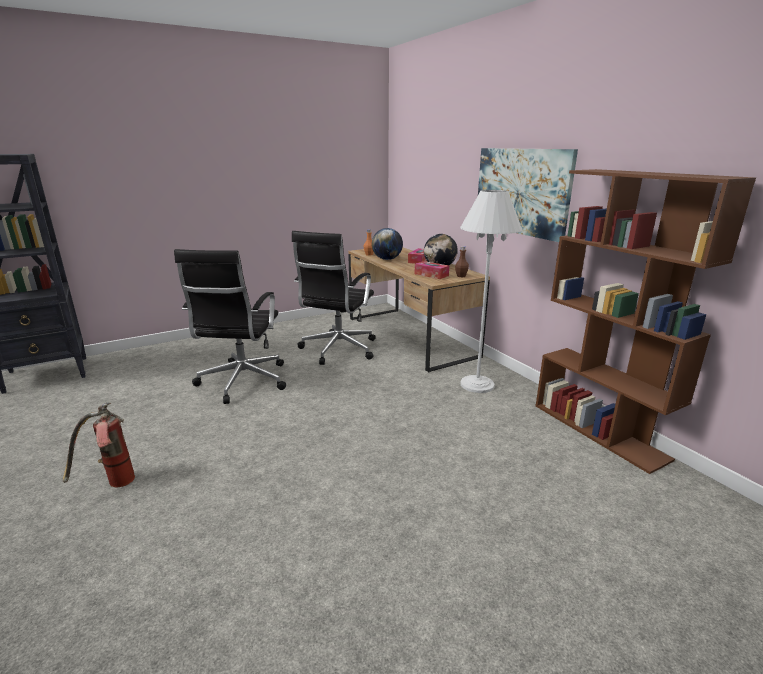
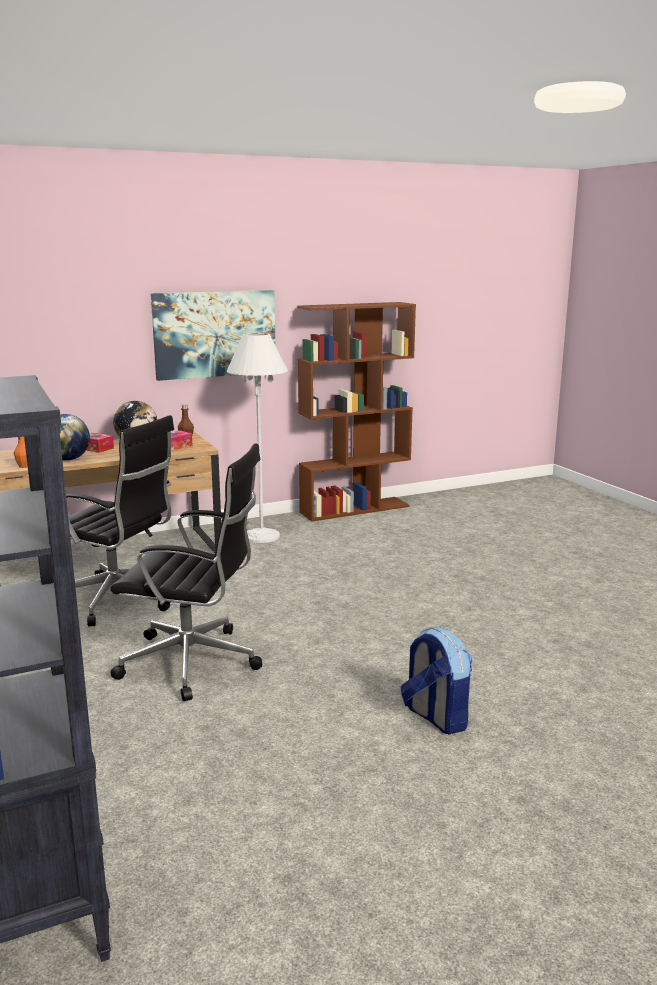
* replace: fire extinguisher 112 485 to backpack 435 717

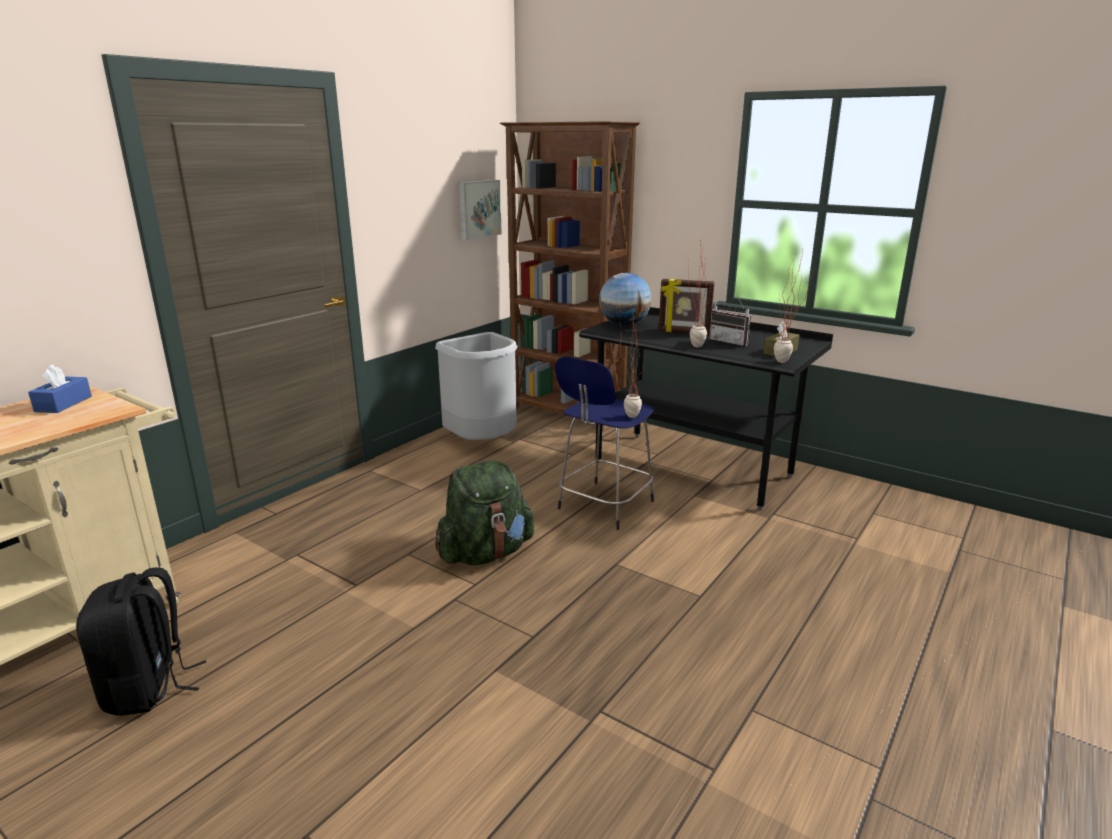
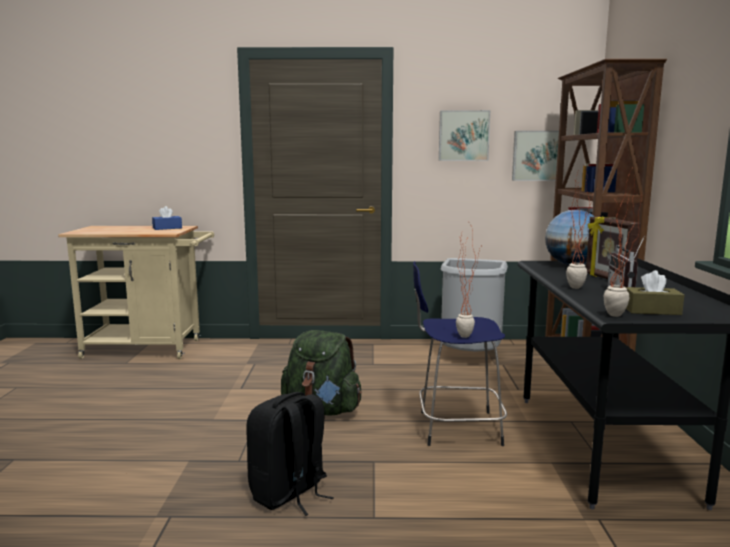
* insert: picture 463 136
* move: backpack in black 148 688 to 289 493

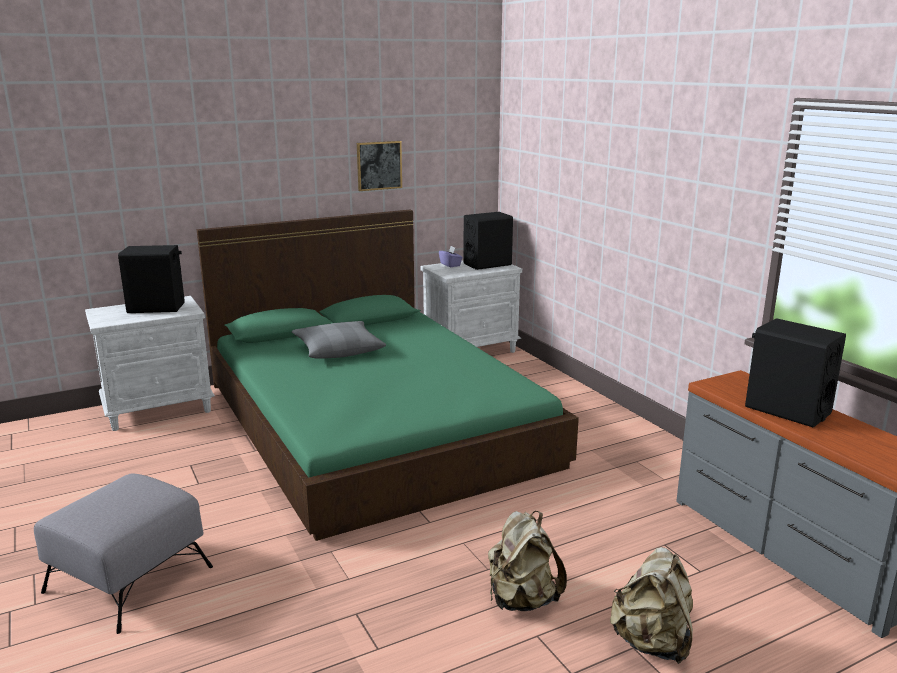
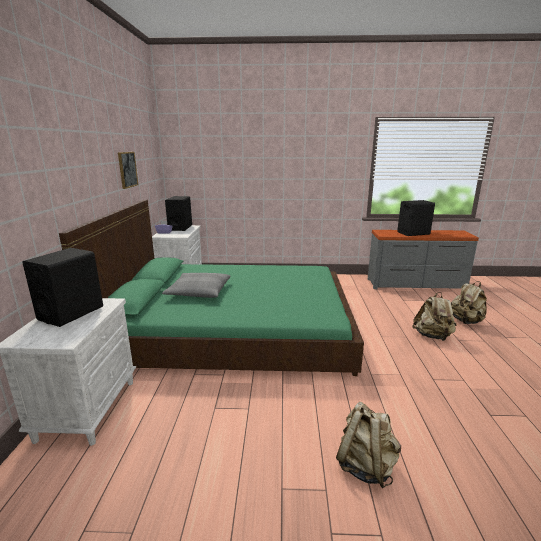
* replace: ottoman in grey 130 579 to backpack in beige 365 465

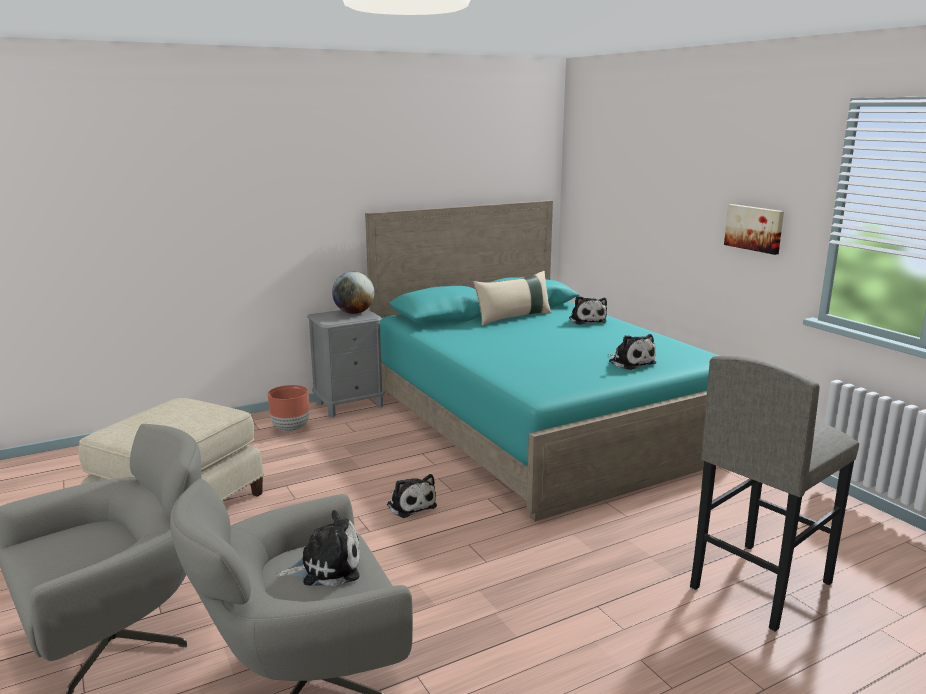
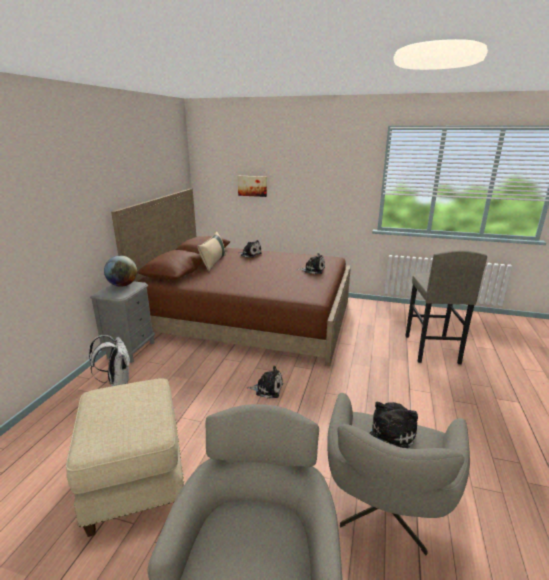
* move: picture 754 228 to 252 186
* replace: planter in brown 290 428 to backpack in white 117 381
* recolor: bed in turquoise 539 421 to bed in brown 249 316

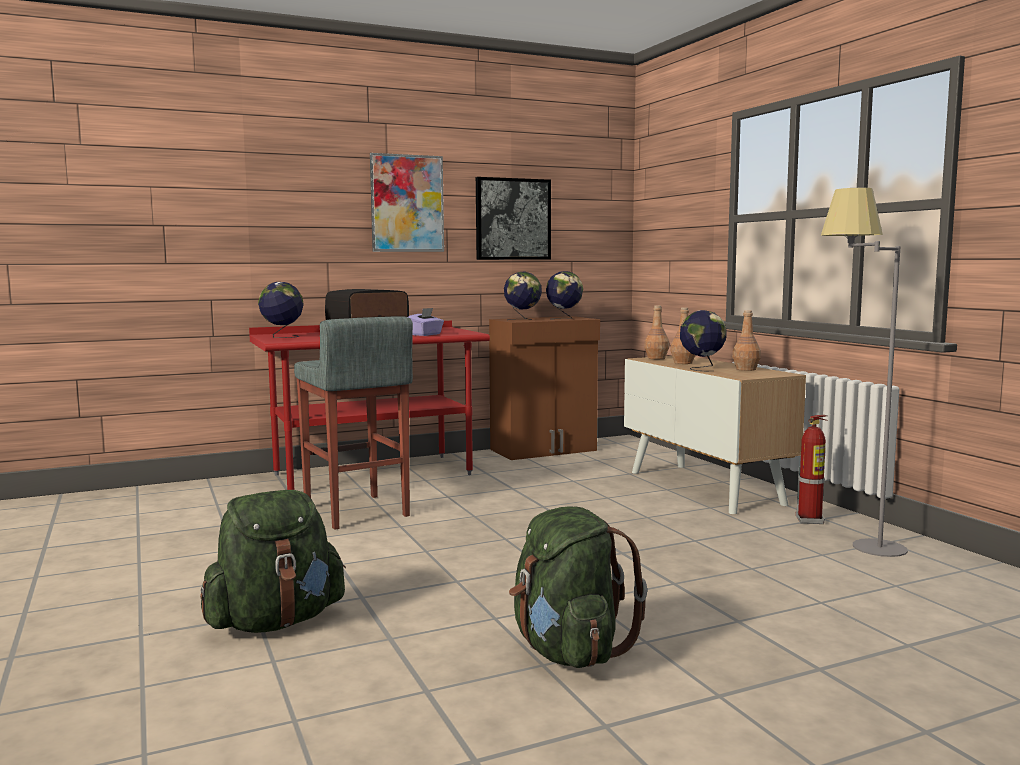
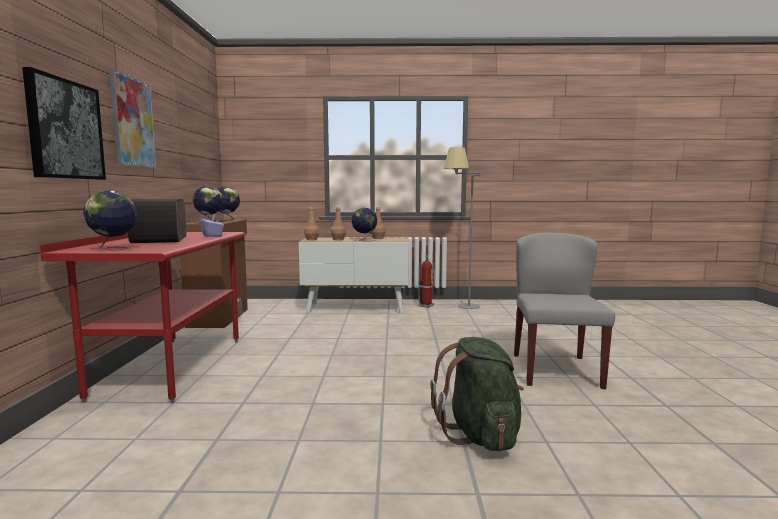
* delete: stool in grey 355 512
* move: picture 512 219 to 65 129
* replace: backpack in green 568 651 to chair in grey 555 370

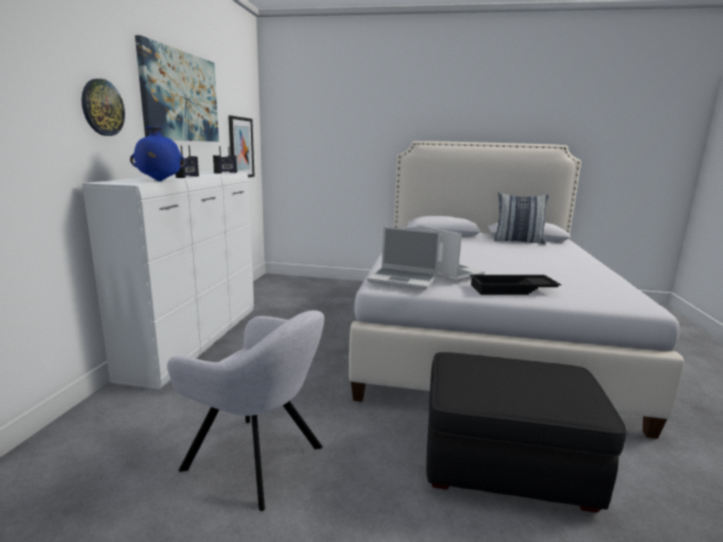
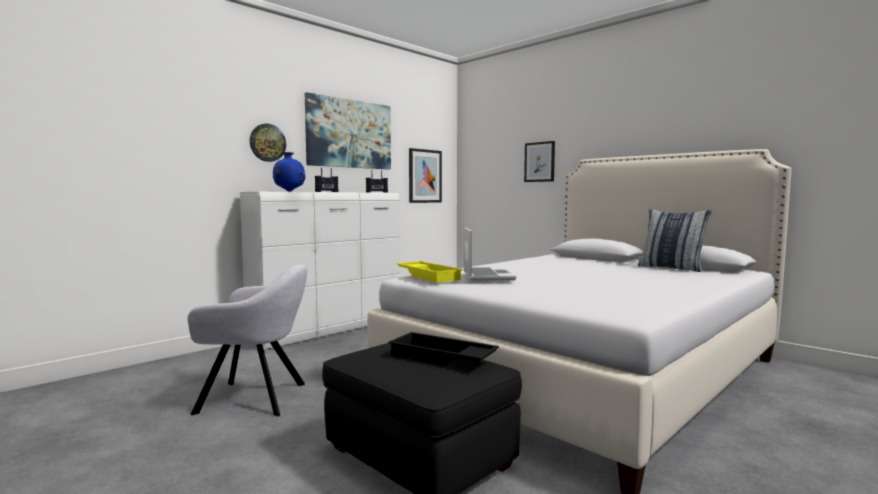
* insert: picture 539 162
* move: tray in black 512 290 to 441 358
* replace: laptop 404 280 to tray in yellow 429 276
* rotate: armchair in grey 258 460 = 257 398 60 degrees counterclockwise

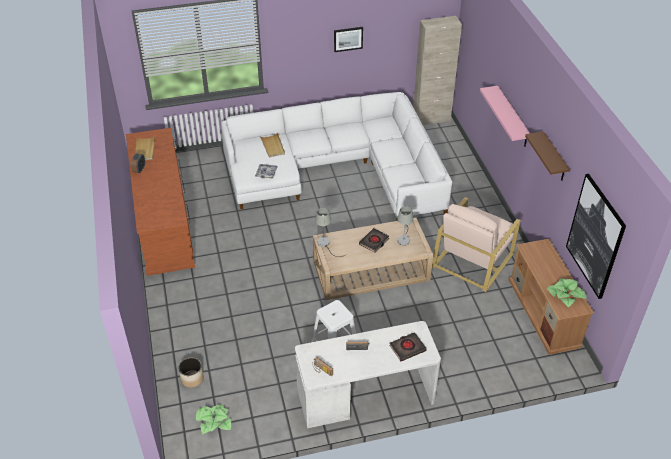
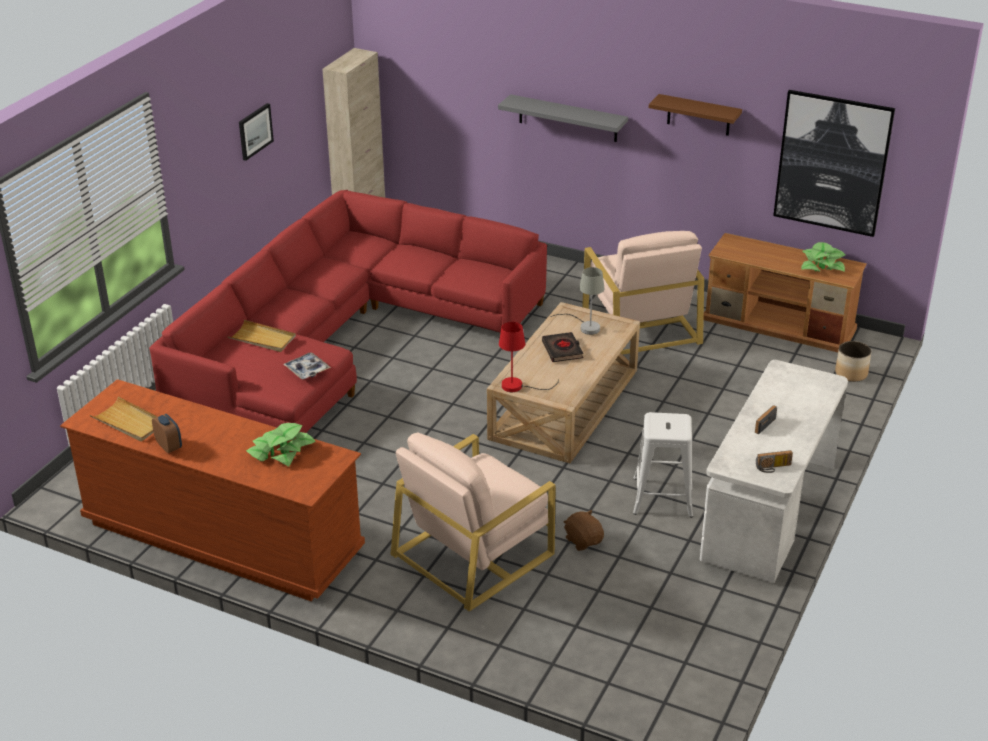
* delete: book in black 407 348
* insert: armchair in beige 474 553
* insert: plush toy in brown 583 541
* move: planter 192 379 to 851 374
* move: potted plant 214 421 to 281 451
* recolor: sofa in white 338 169 to sofa in red 343 338
* recolor: table lamp in grey 325 244 to table lamp in red 518 386
* recolor: shelf in pink 512 117 to shelf in grey 568 118

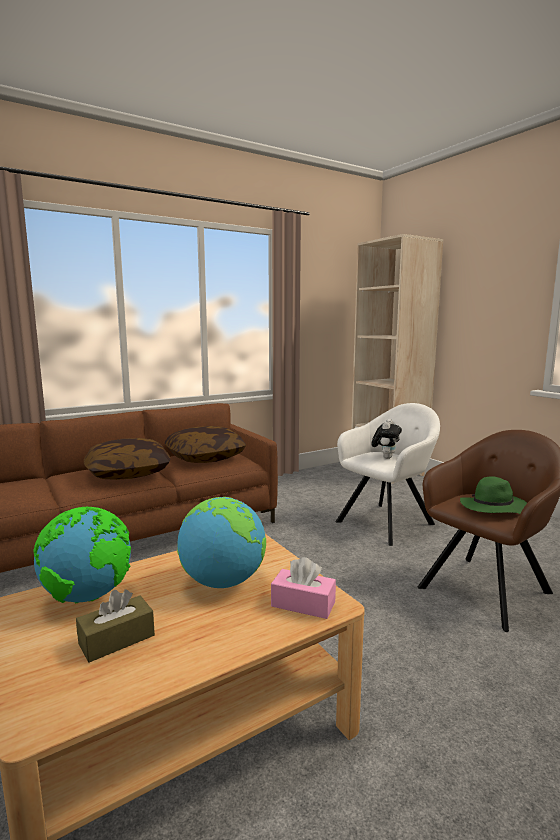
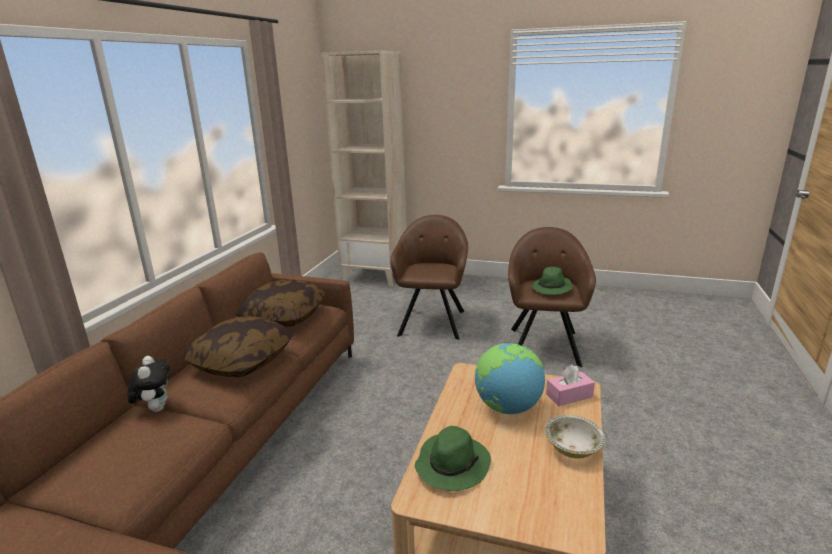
* delete: tissue box in brown 117 639
* insert: bowl 572 449
* move: plush toy 385 457 to 156 408
* replace: globe 89 597 to hat in green 452 464
* recolor: armchair in white 387 521 to armchair in brown 432 321

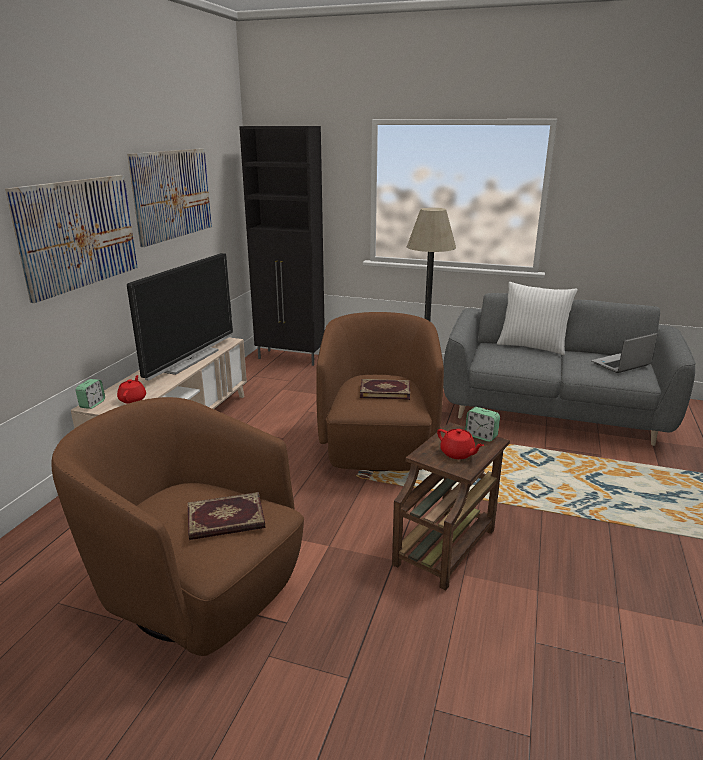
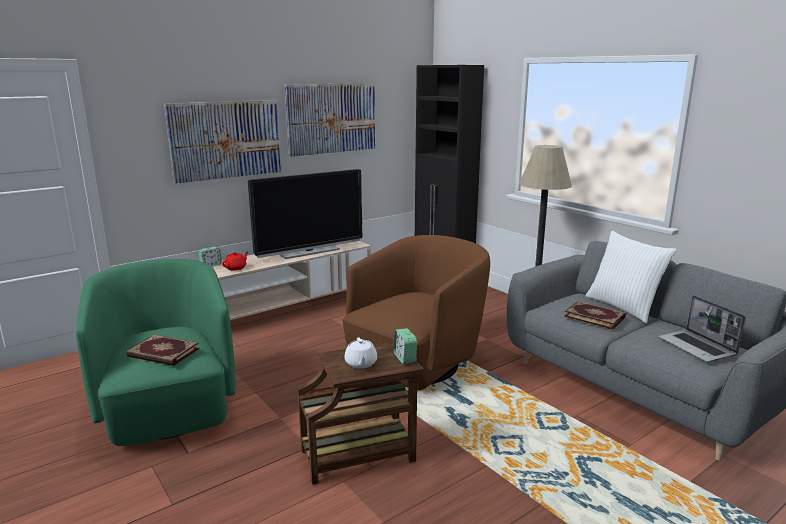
* move: book 385 391 to 594 317
* recolor: armchair in brown 196 590 to armchair in green 169 409
* recolor: teapot in red 457 454 to teapot in white 360 363
* rotate: laptop 620 364 = 697 347 120 degrees counterclockwise

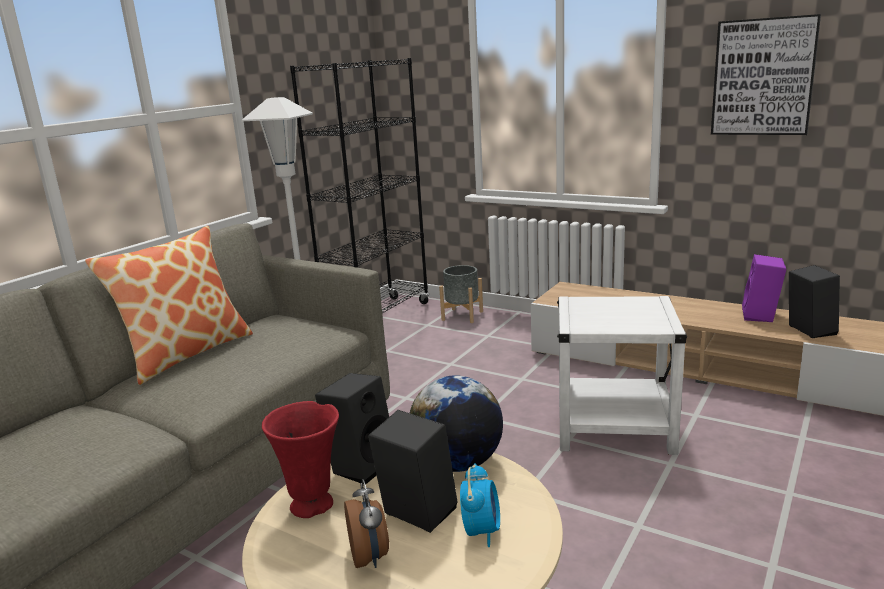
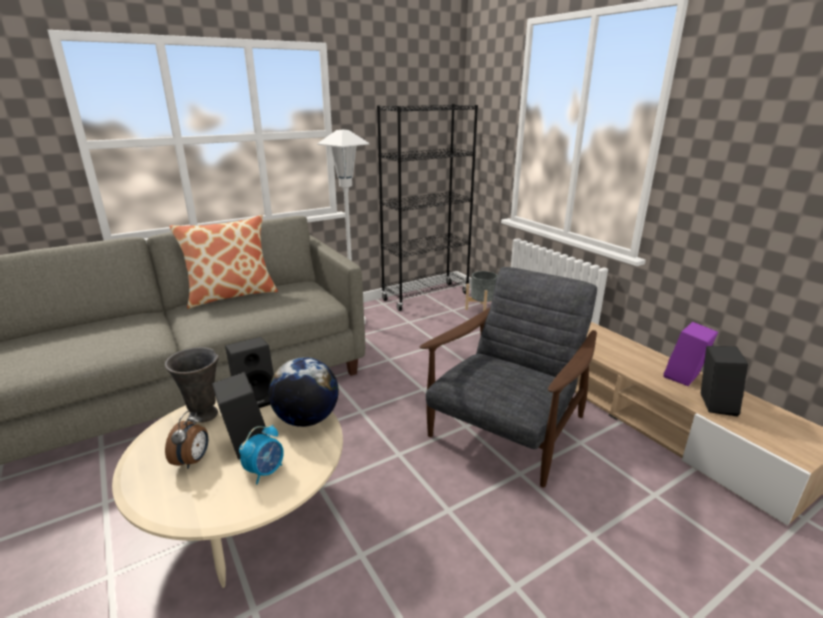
* delete: picture 763 77
* replace: side table in white 615 427 to armchair in grey 506 430
* recolor: vase in red 313 506 to vase in grey 204 415

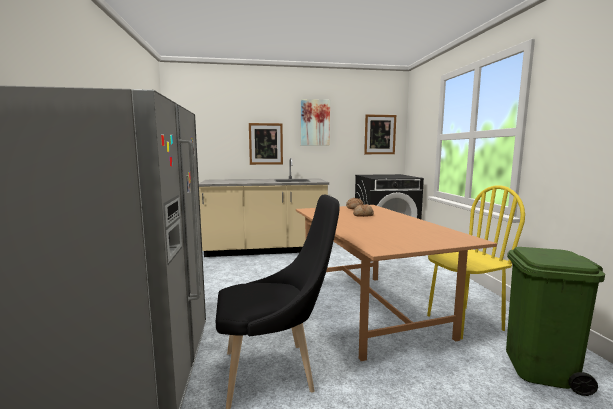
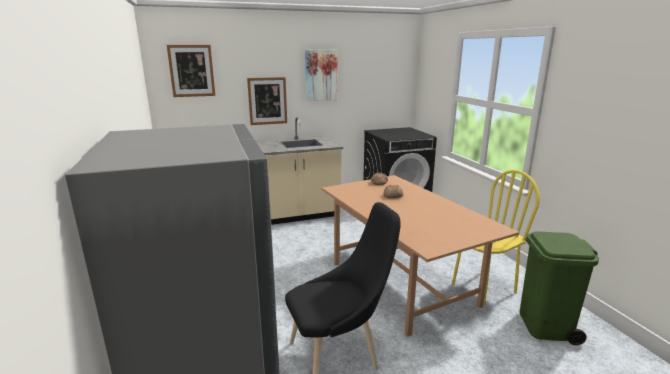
* move: picture 380 134 to 191 71

